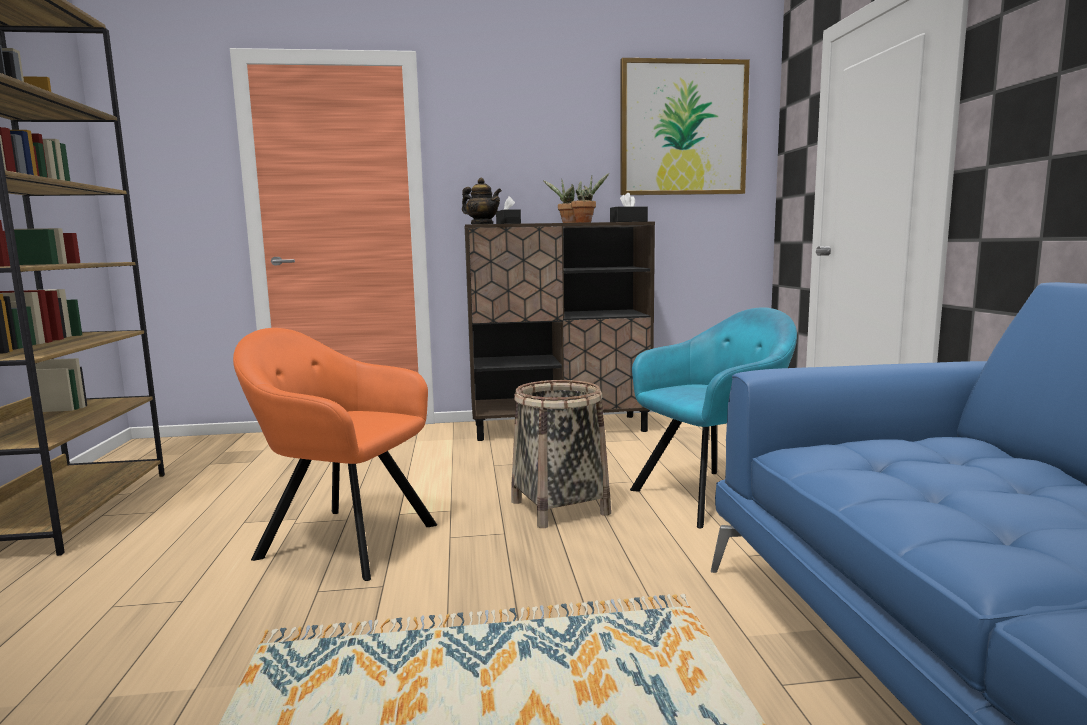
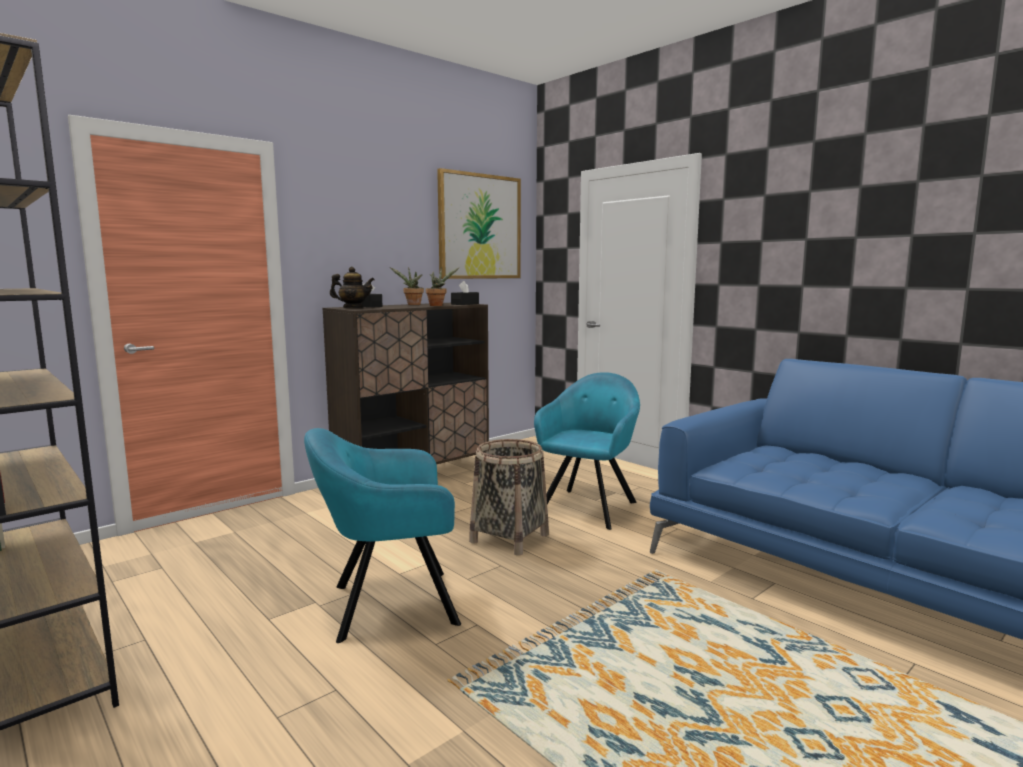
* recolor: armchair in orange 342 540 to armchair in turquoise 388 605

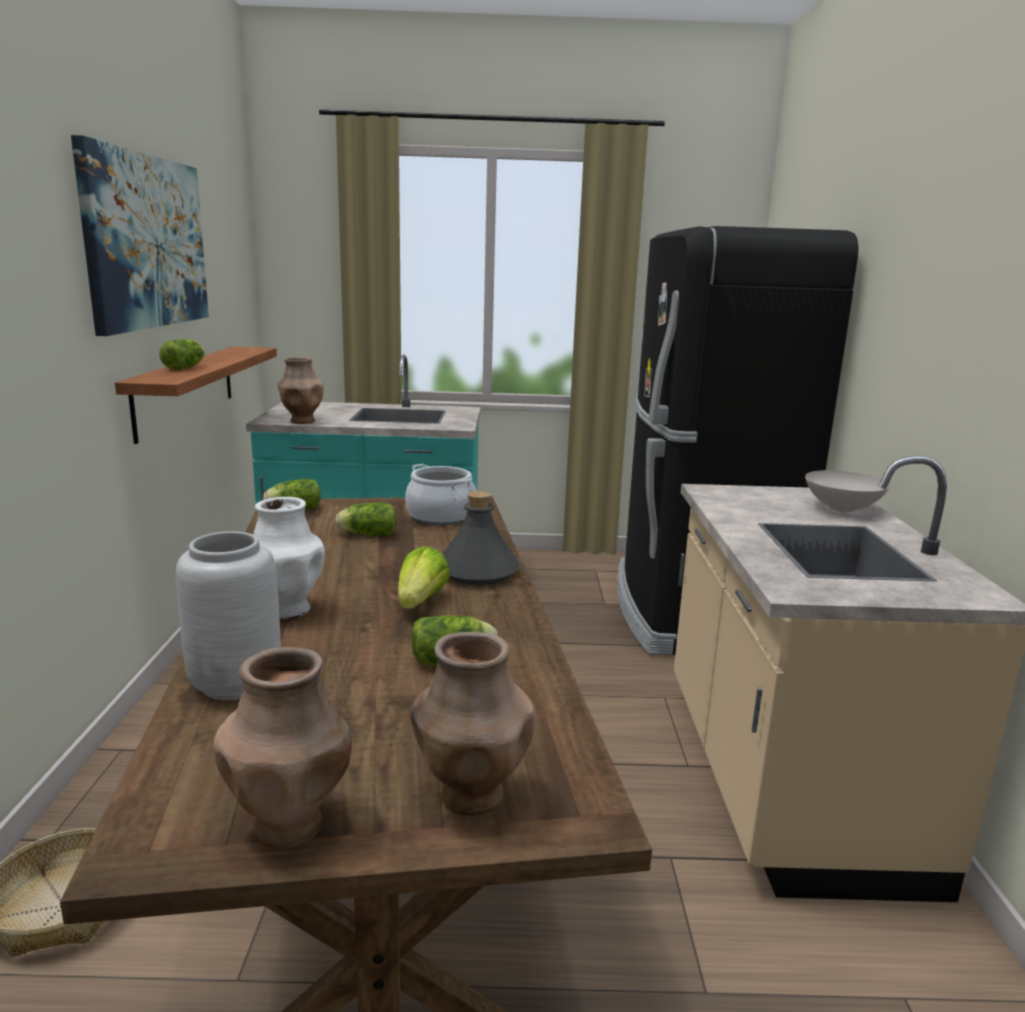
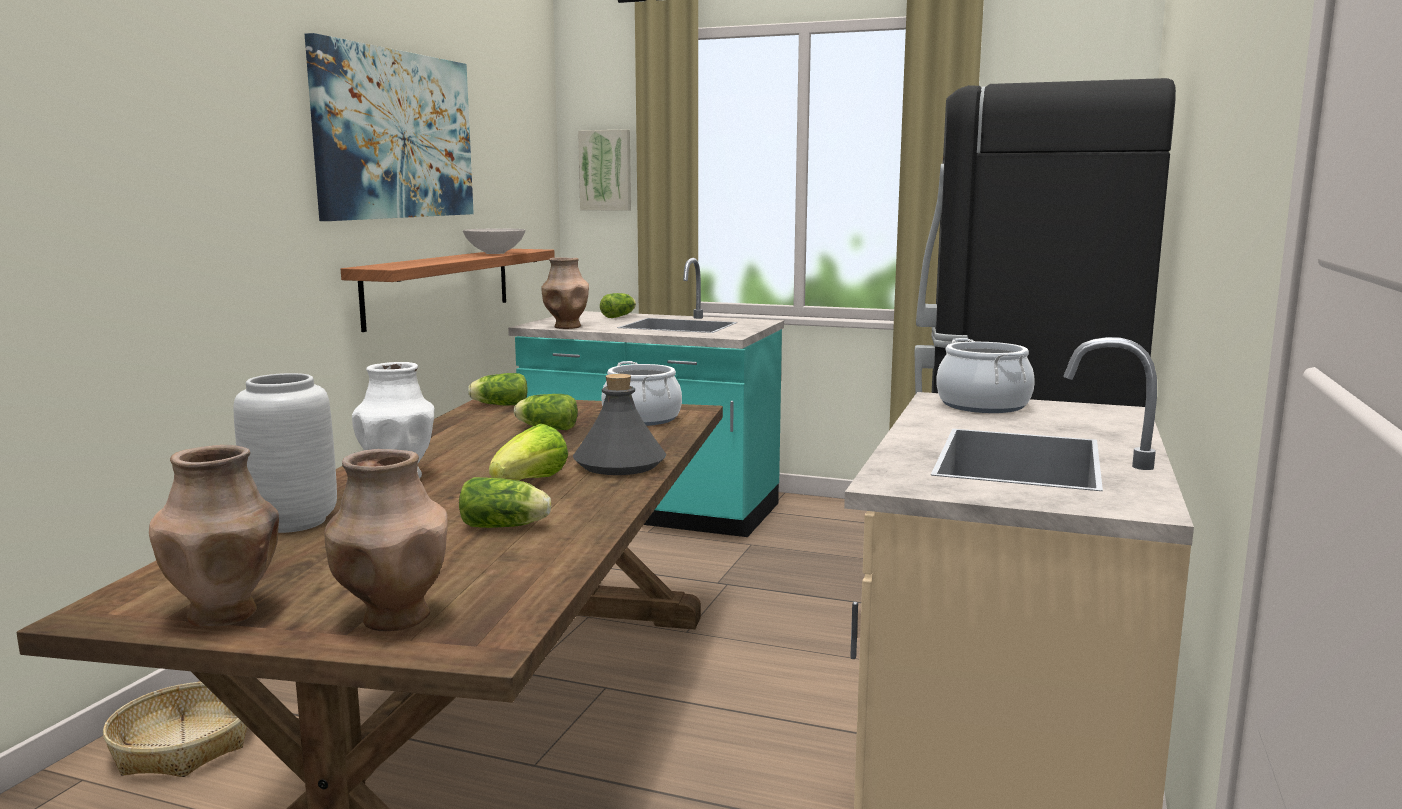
* insert: picture 606 170
* insert: cooking pot 983 405
* move: lettuce 186 367 to 620 316
* move: bowl in white 841 508 to 494 253

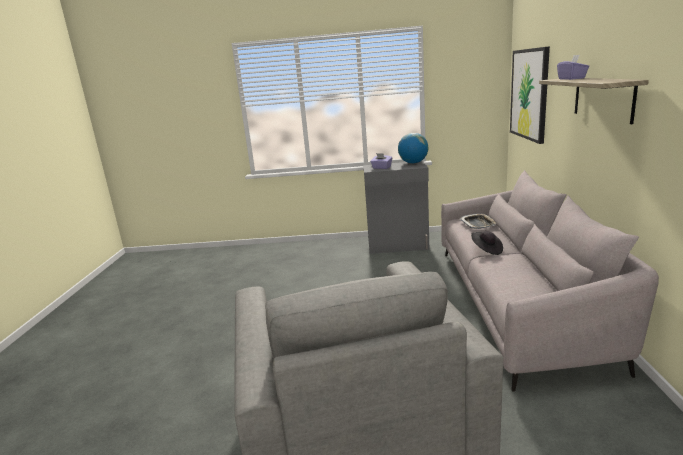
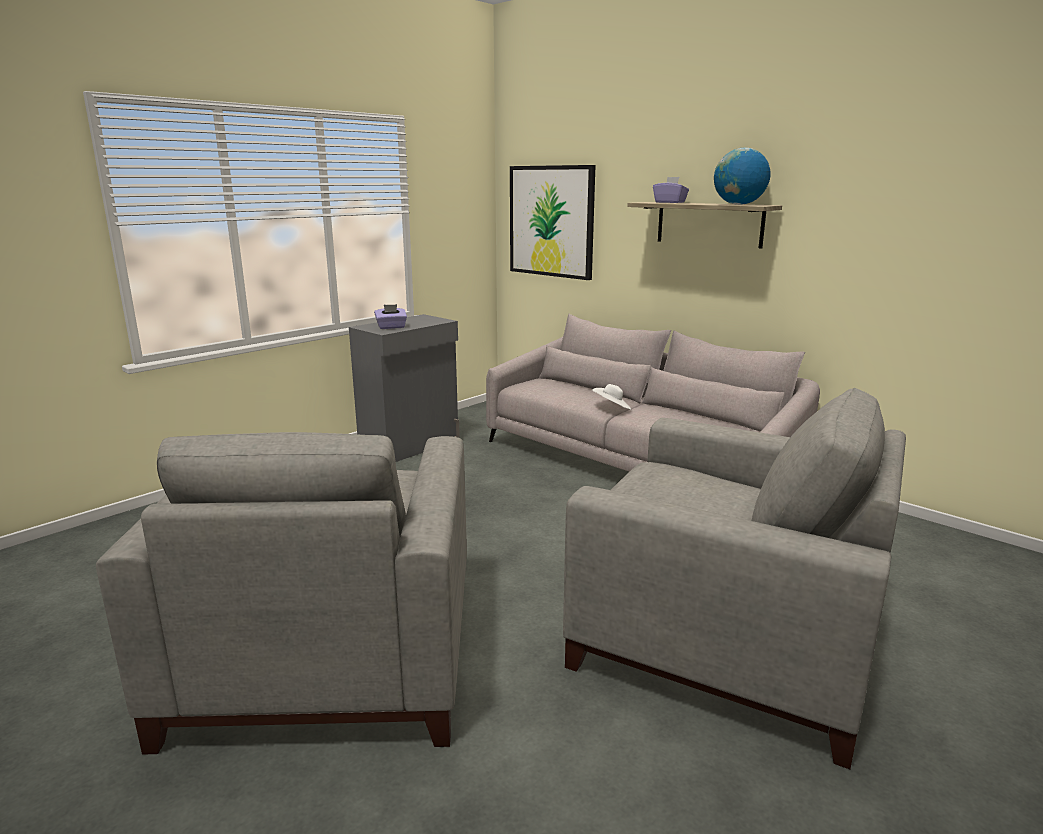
* delete: tray 478 224
* insert: armchair in grey 330 649
* move: globe 413 163 to 738 204
* recolor: hat in black 486 250 to hat in white 611 408

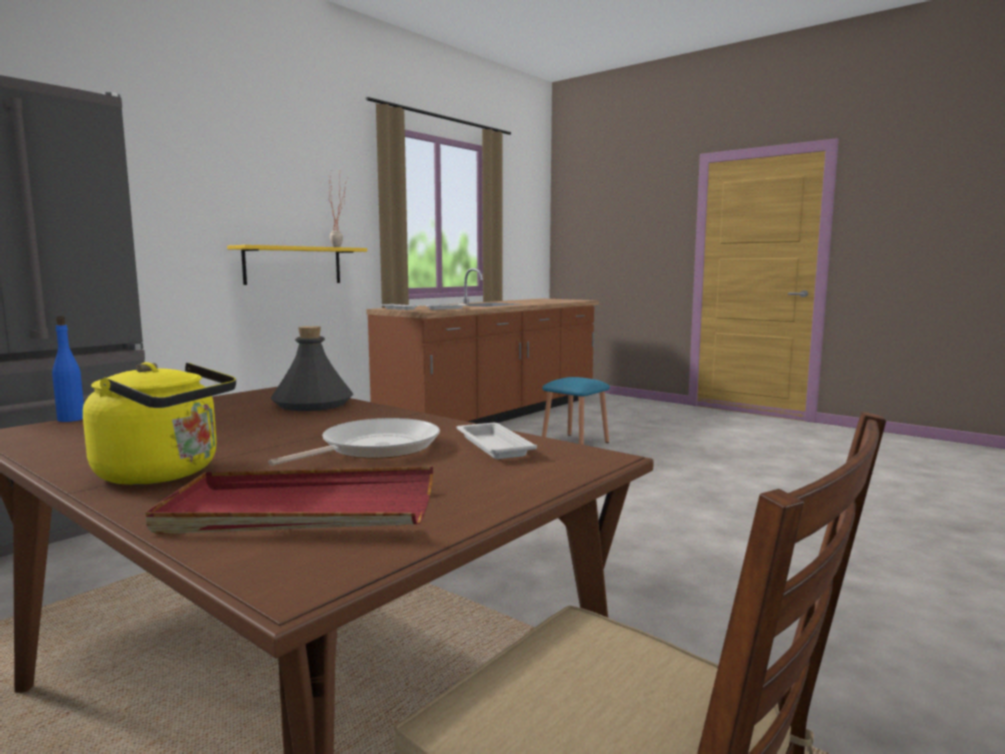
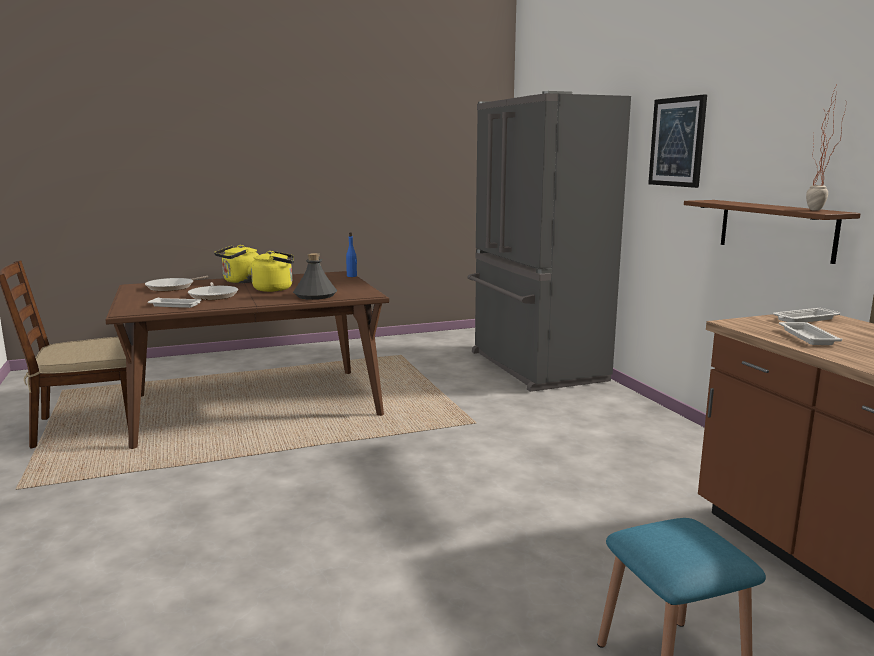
* insert: kettle in yellow 276 289
* insert: picture 677 142
* replace: tray in red 301 510 to frying pan 173 287
* recolor: shelf in yellow 293 265 to shelf in brown 776 229

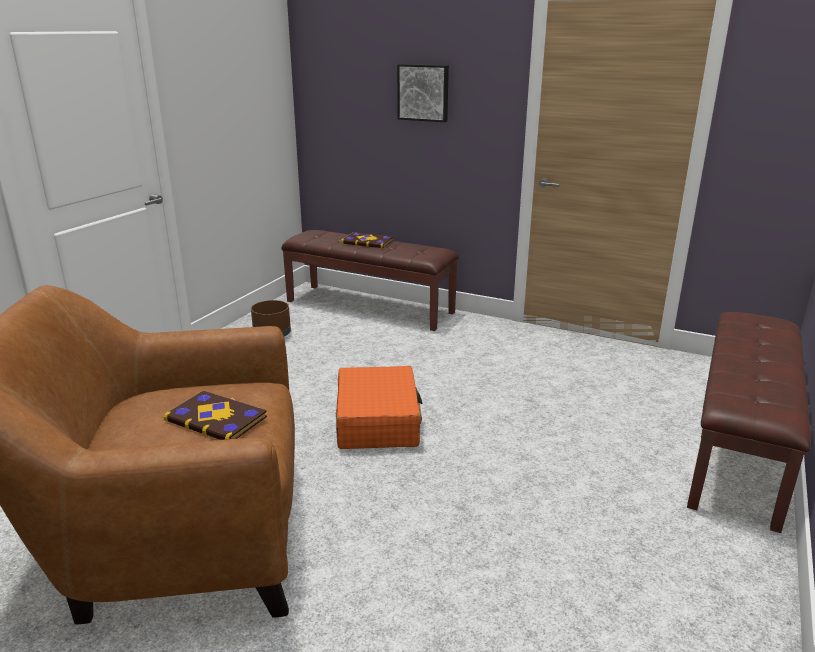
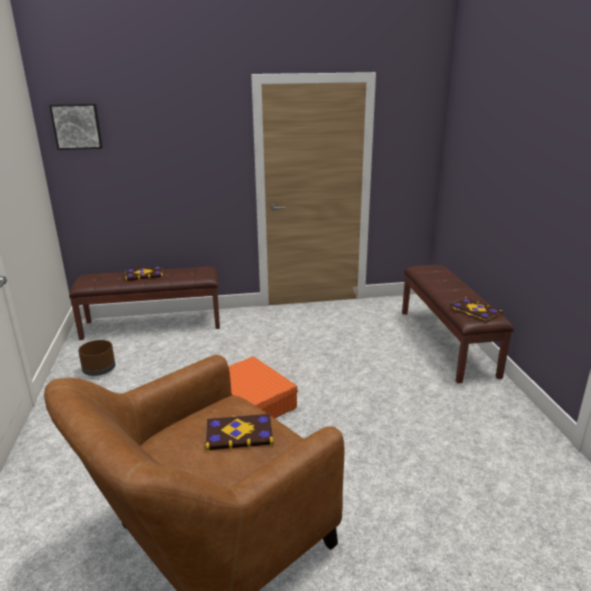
* insert: book 474 311
* move: picture 423 92 to 77 126

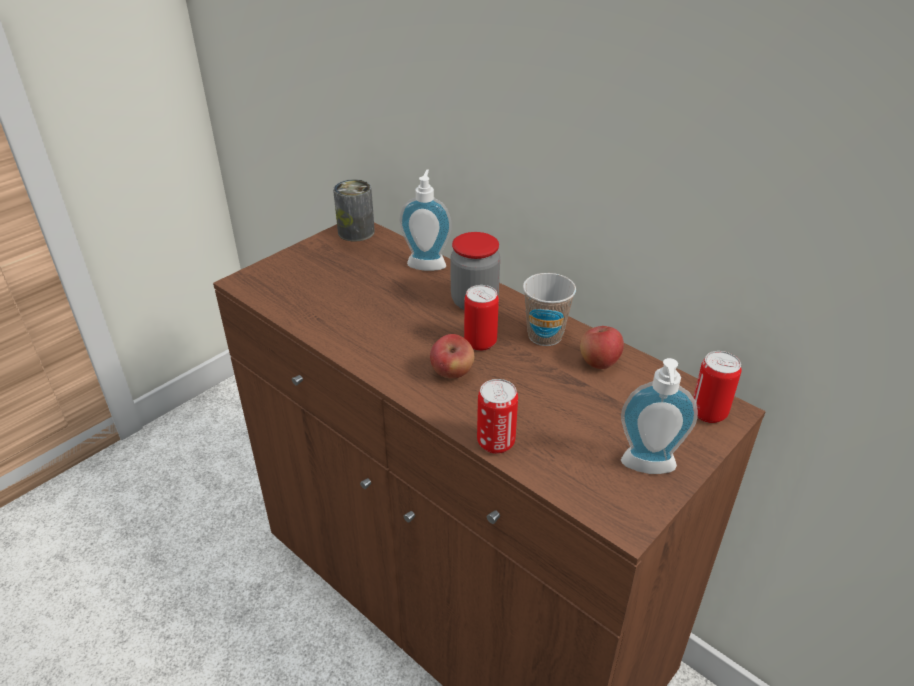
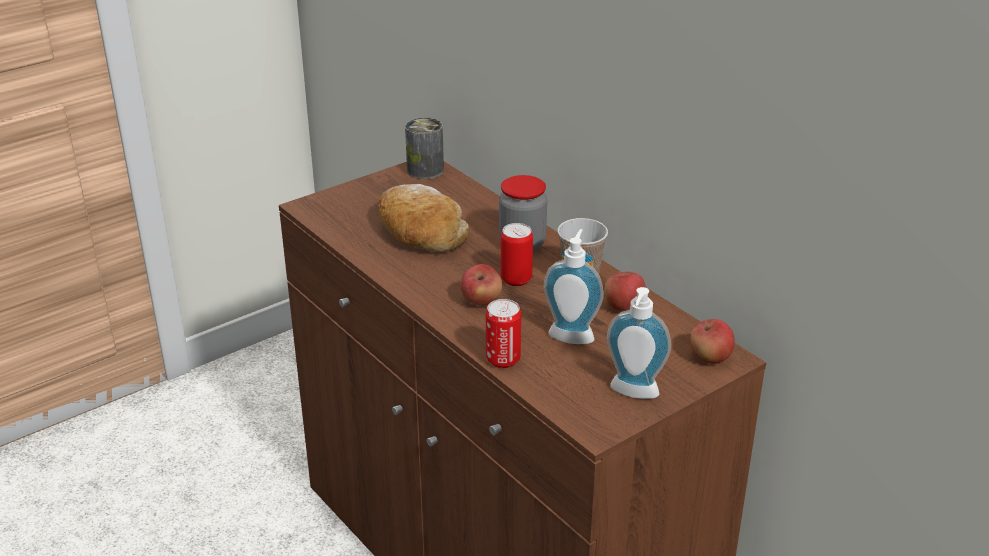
* insert: bread 420 232
* move: soap dispenser 427 263 to 572 334
* replace: can 708 413 to apple 710 358

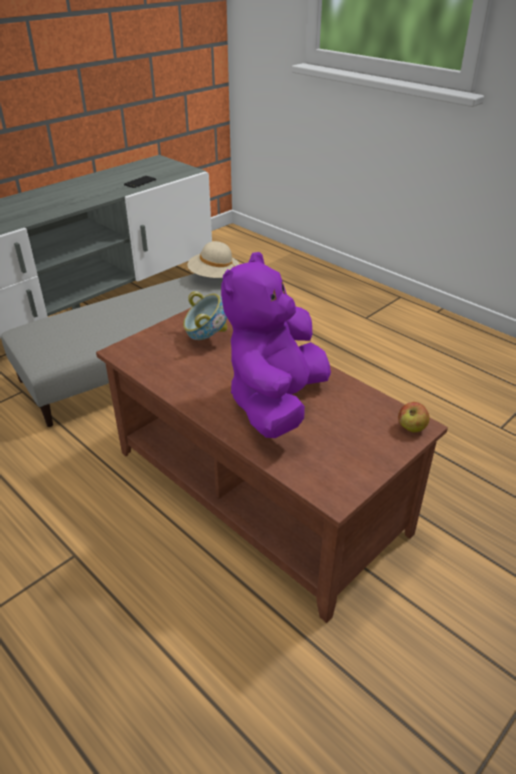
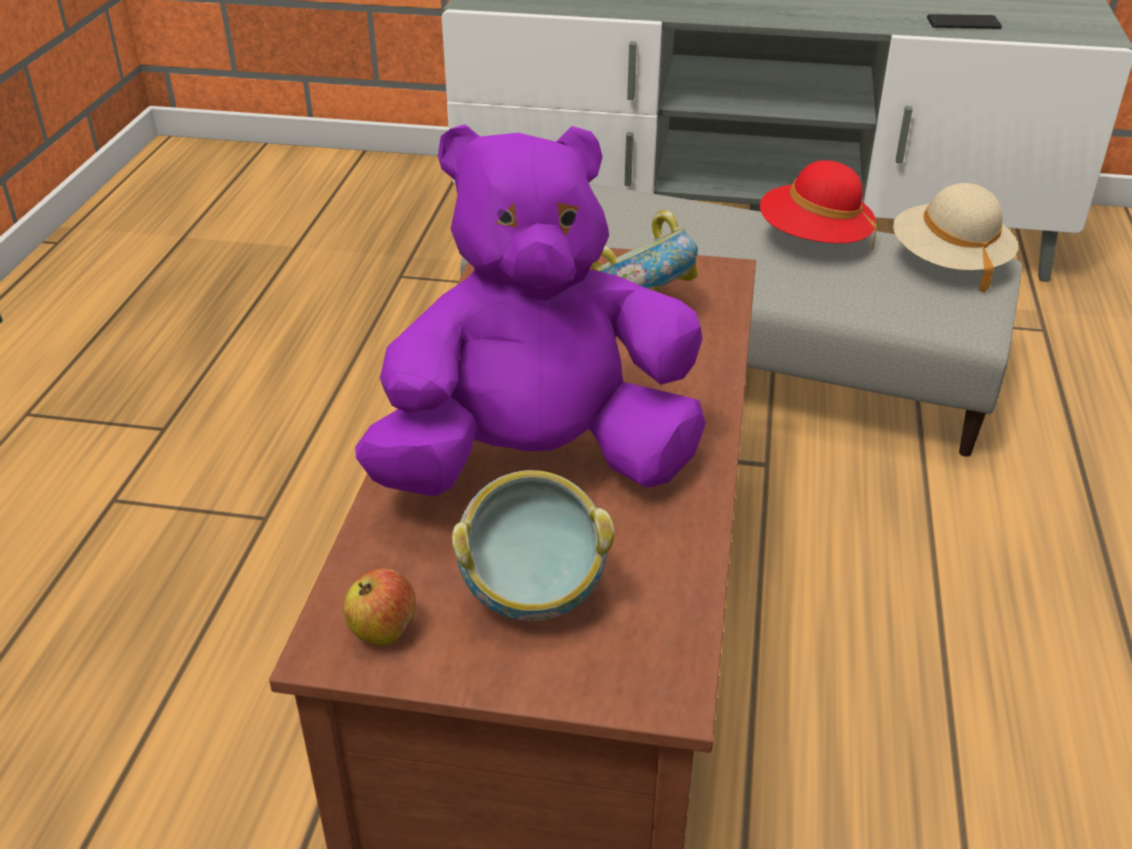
* insert: bowl 532 596
* insert: hat in red 813 240
* move: apple 411 428 to 383 630

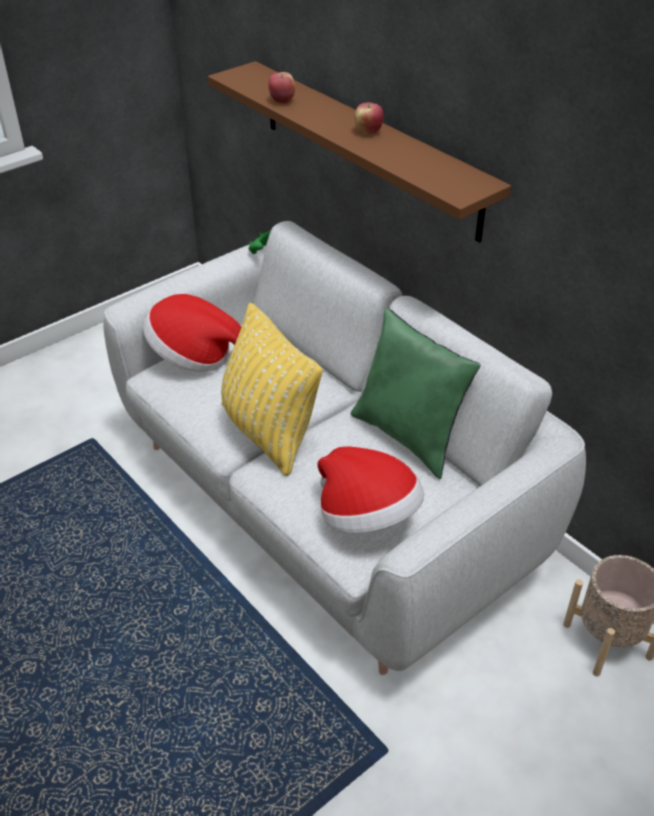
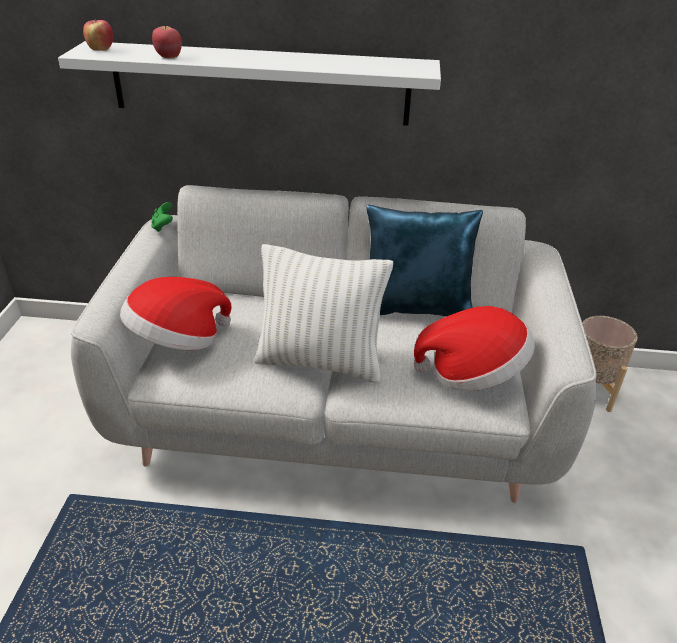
* move: apple 368 132 to 101 49
* recolor: shelf in brown 367 148 to shelf in white 260 84
* recolor: pillow in yellow 269 432 to pillow in white 320 362
* recolor: pillow in green 409 436 to pillow in blue 416 310

